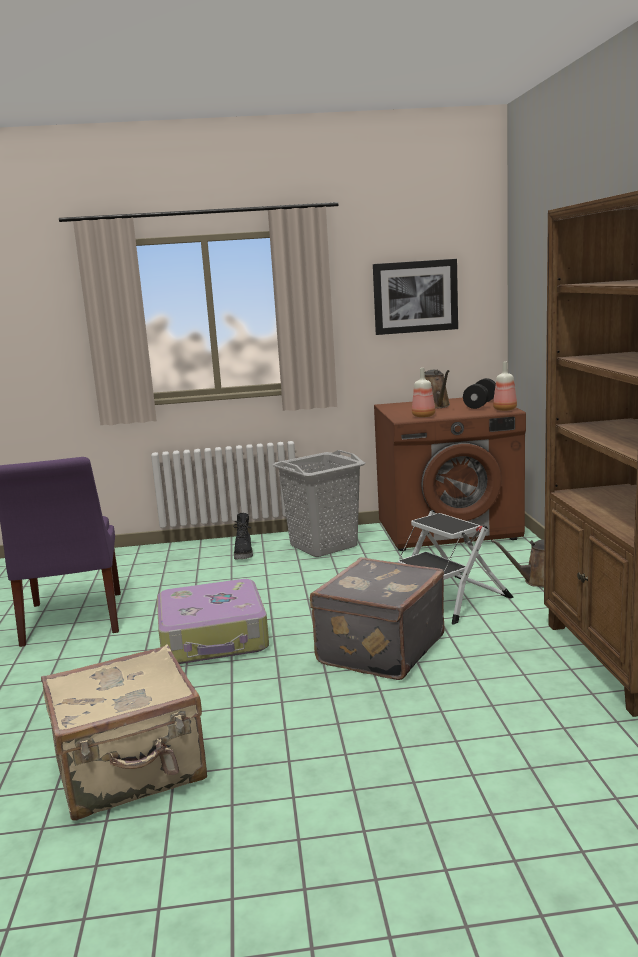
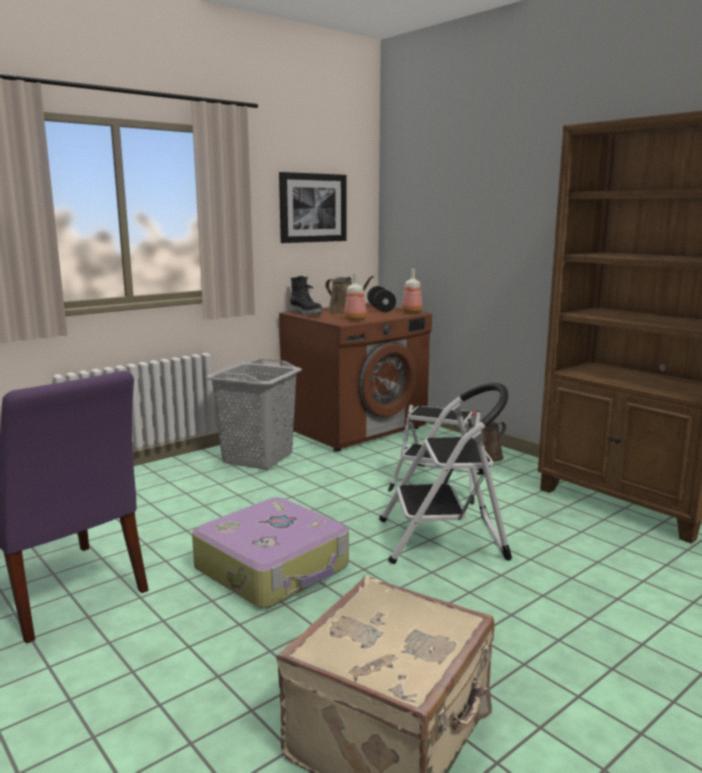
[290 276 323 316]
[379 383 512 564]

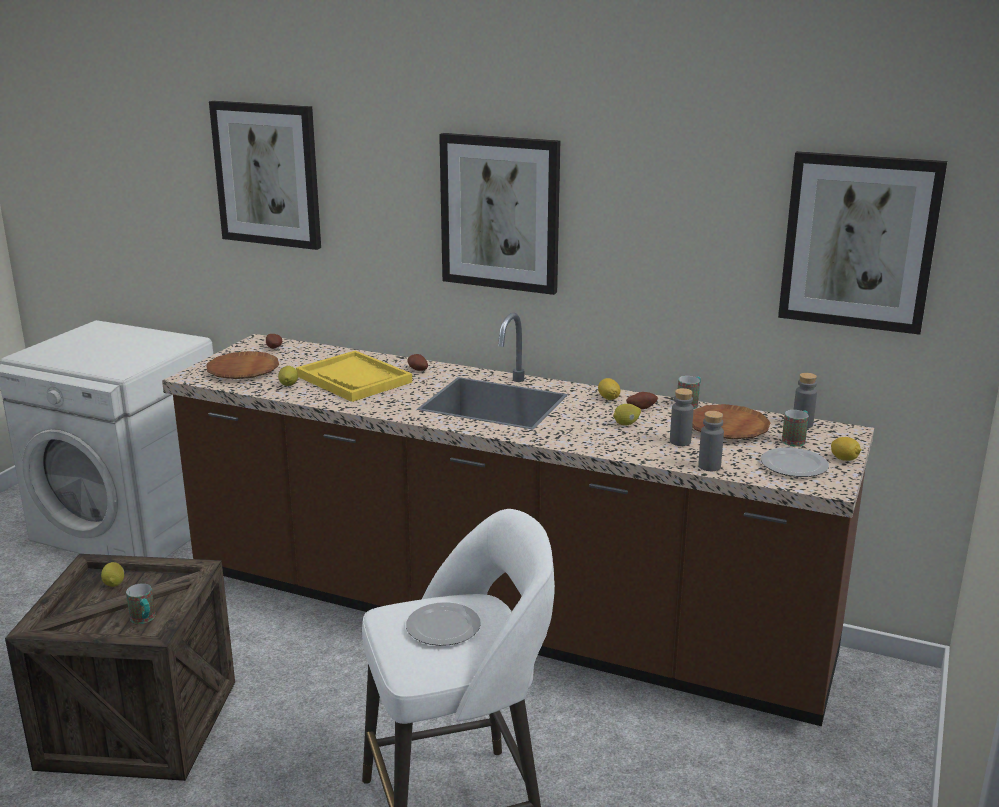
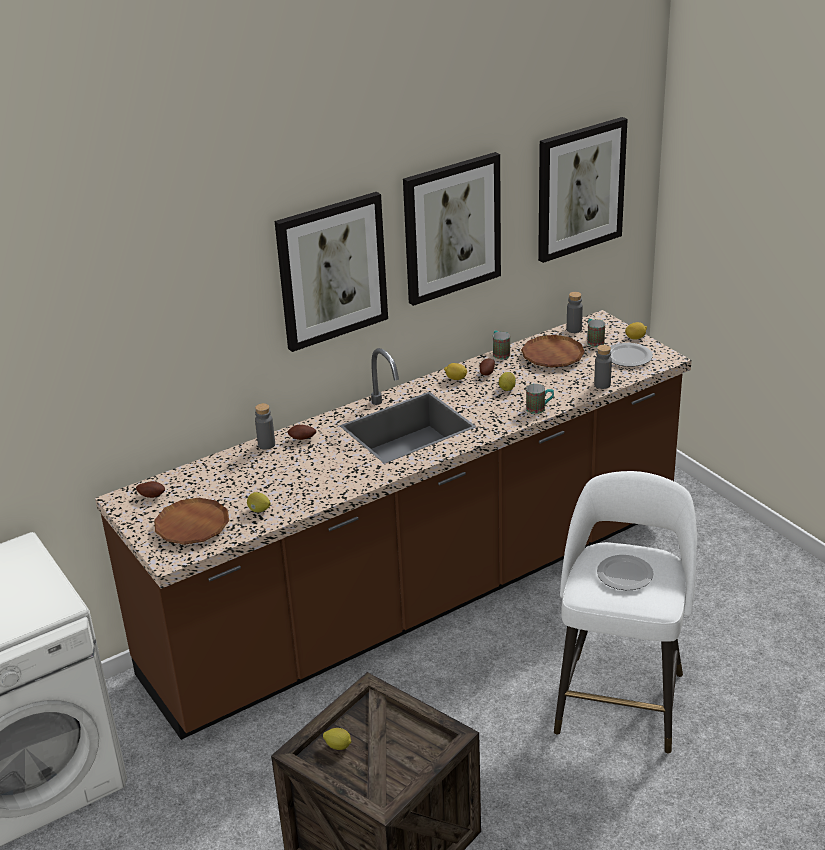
[255 403 275 450]
[403 152 501 306]
[526 384 554 414]
[296 351 412 402] (first image)

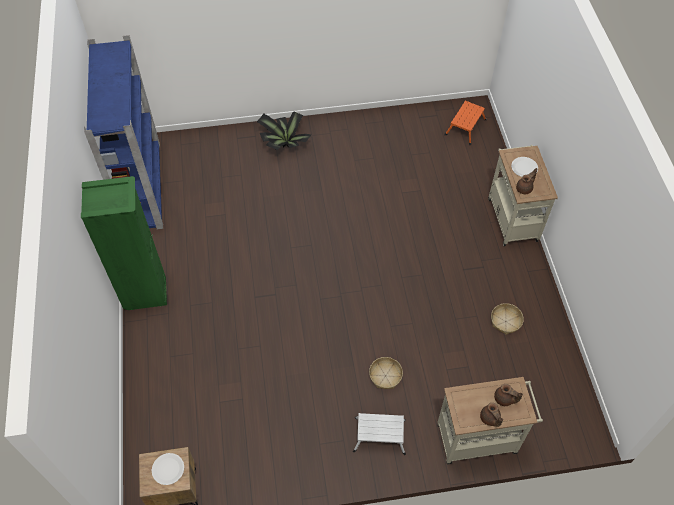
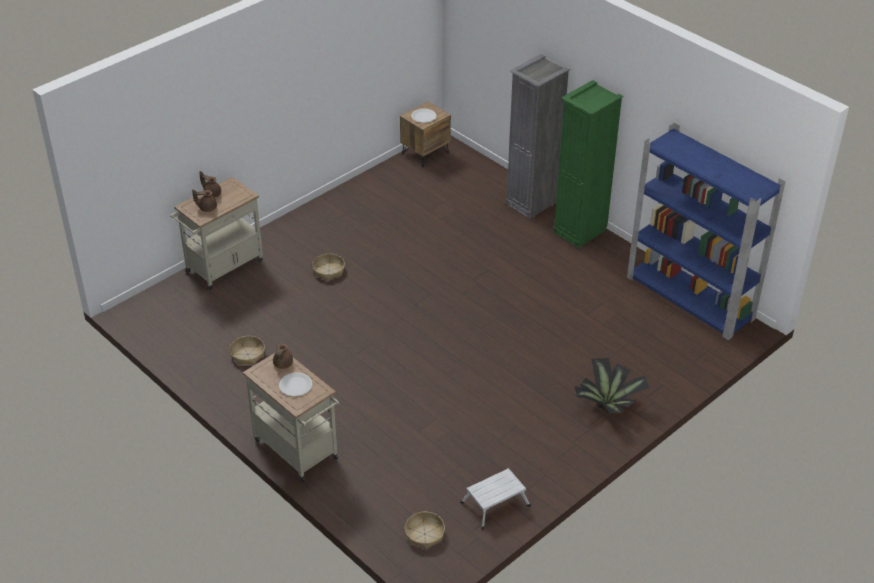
[405 512 445 549]
[460 468 531 530]
[506 54 570 218]

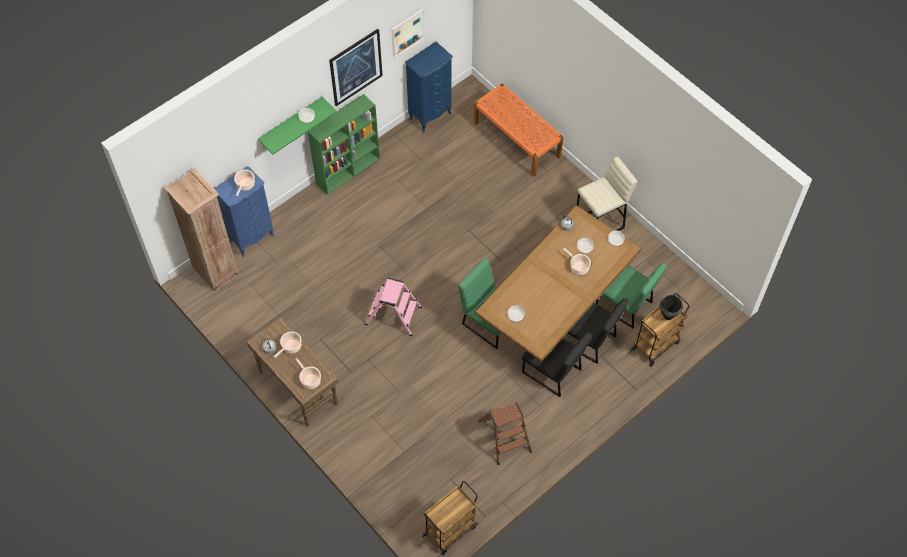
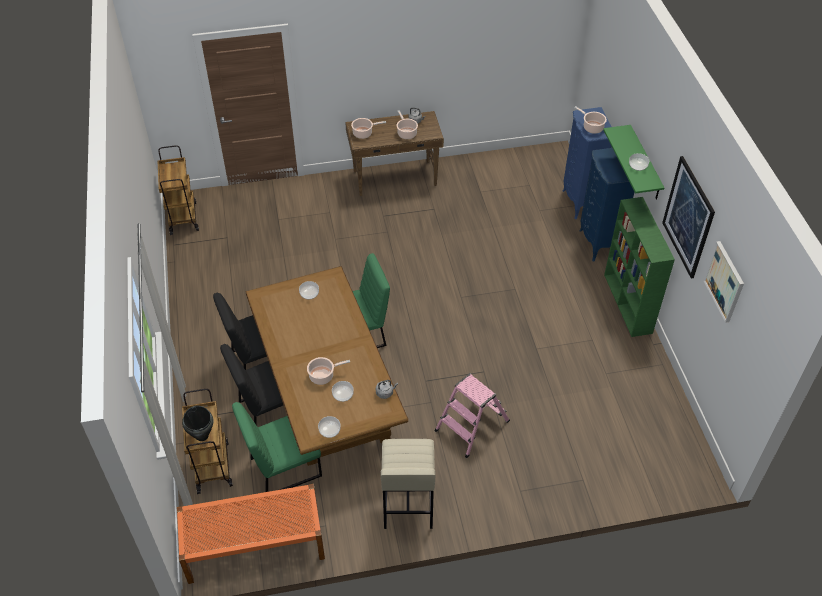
[177 484 325 584]
[435 373 510 458]
[579 148 634 261]
[164 168 239 292] (first image)
[477 402 532 465] (first image)

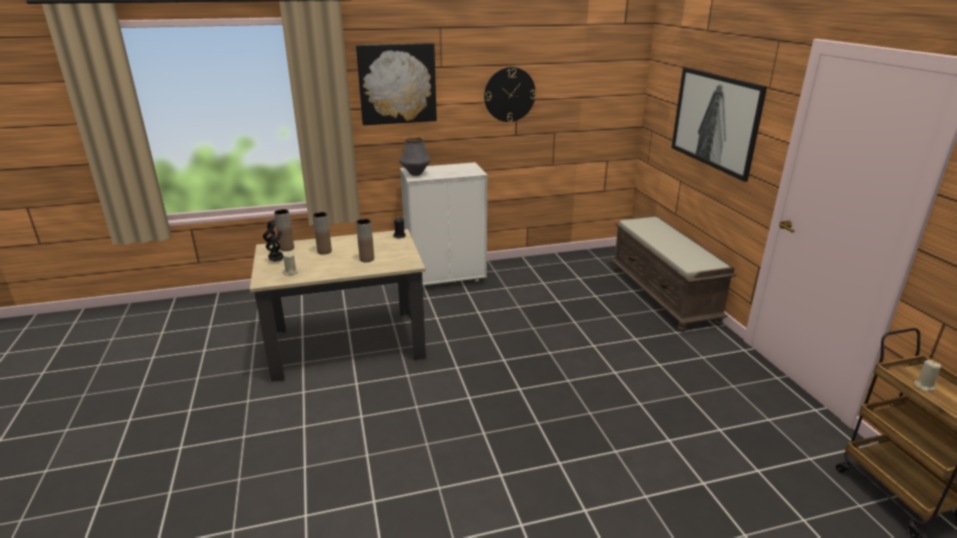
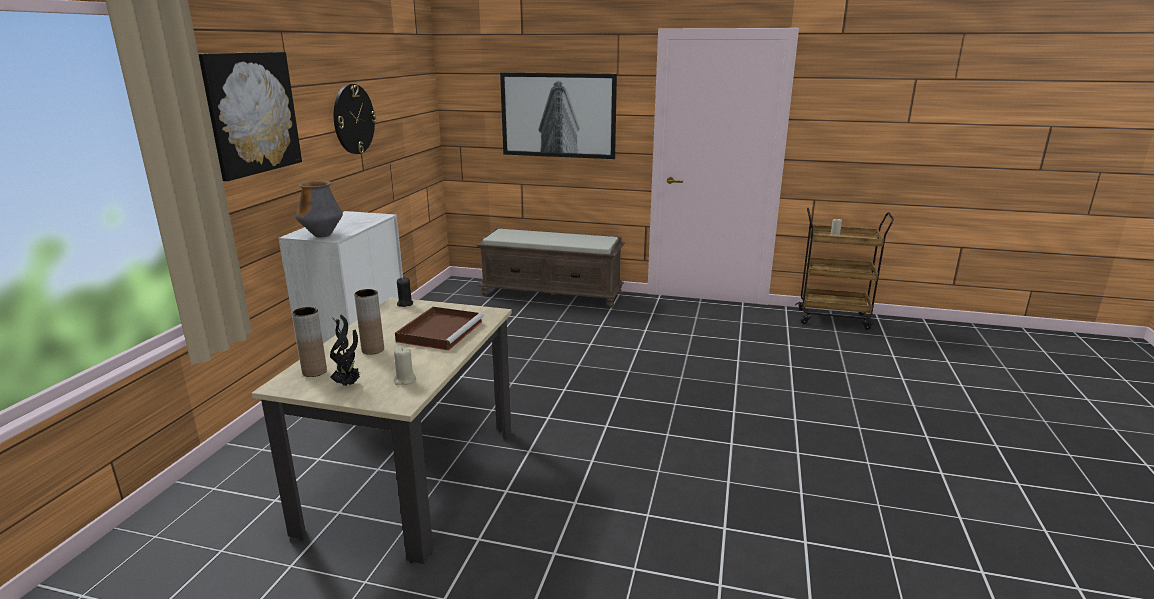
[395 307 484 350]

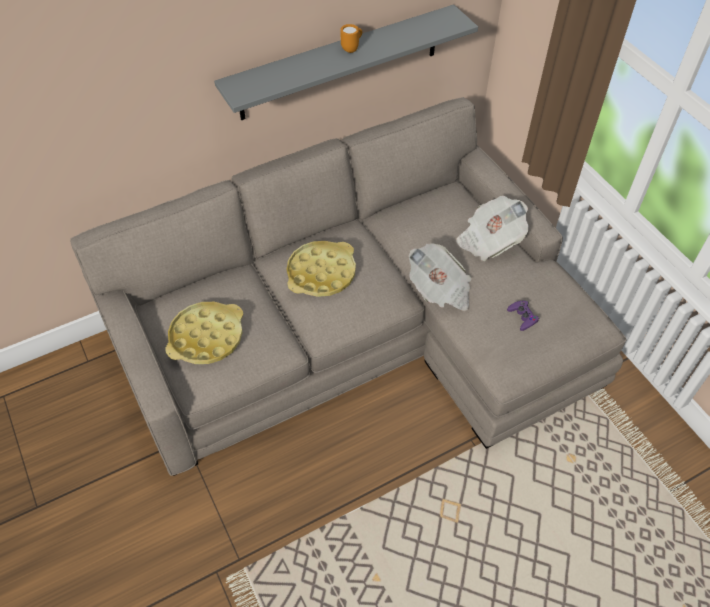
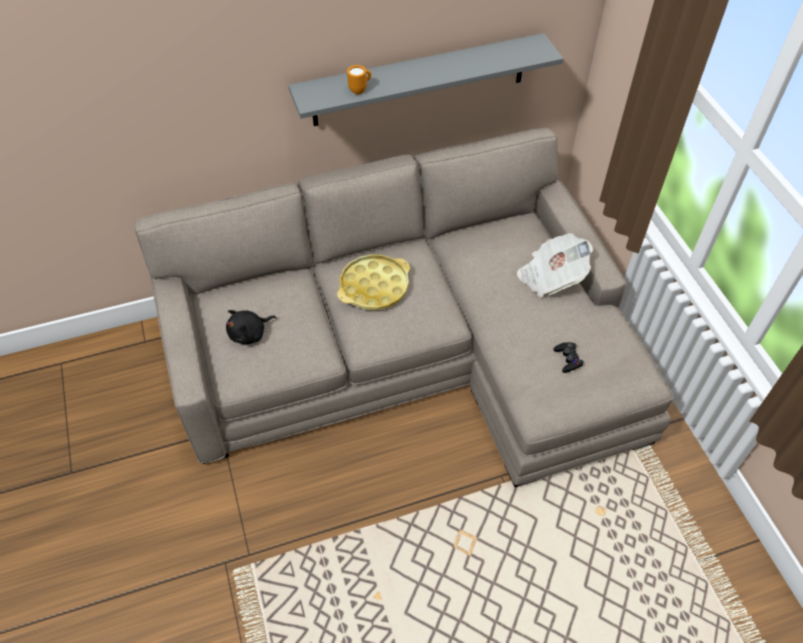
[226 310 277 344]
[347 65 371 94]
[553 342 584 373]
[409 243 471 311] (first image)

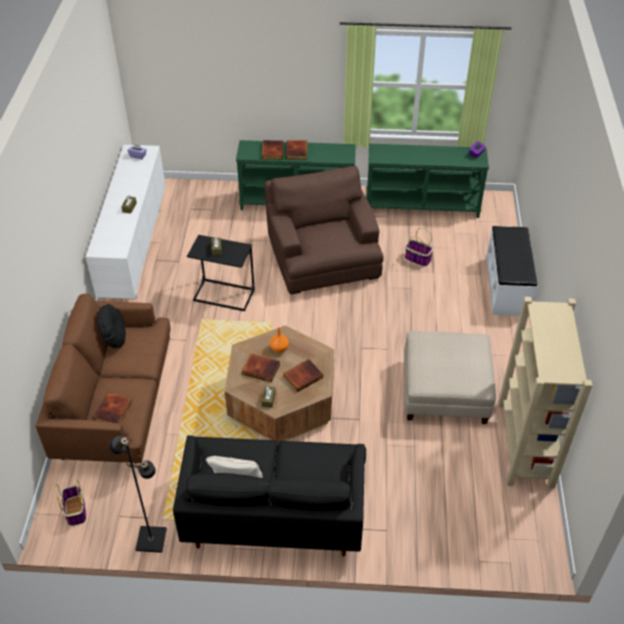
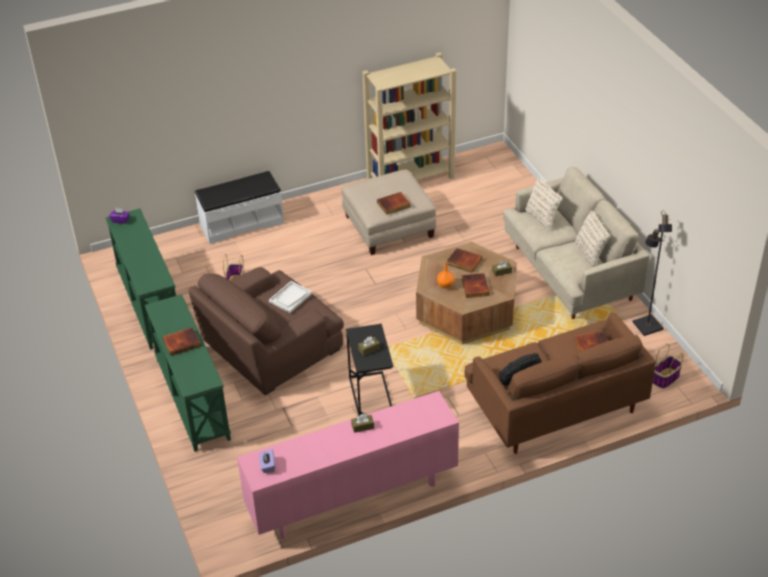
[237 391 459 539]
[269 281 312 313]
[377 192 411 215]
[503 167 650 319]
[525 178 563 230]

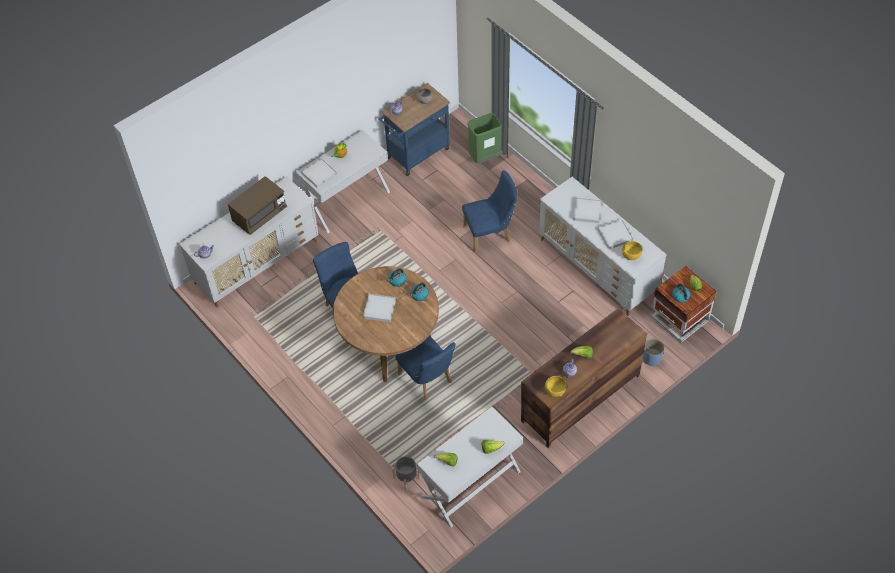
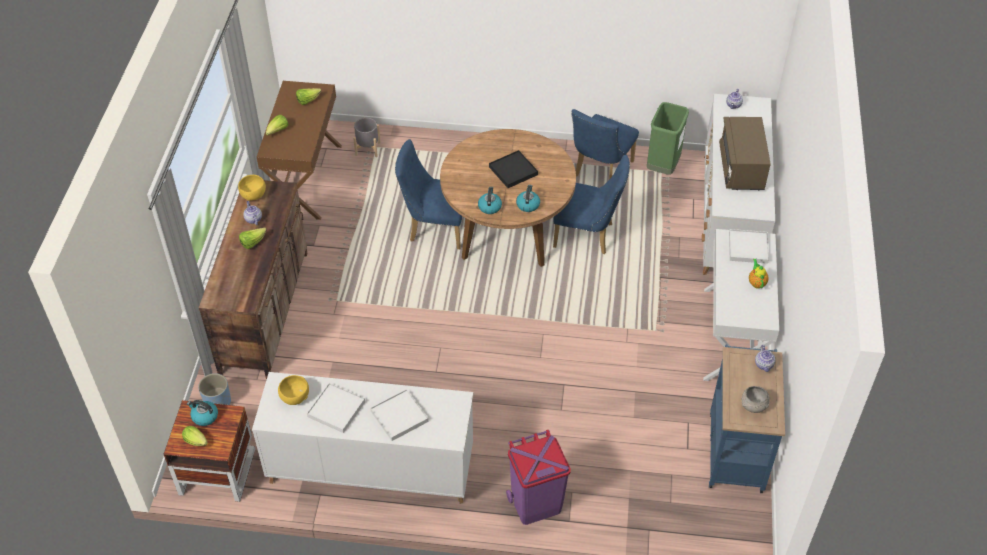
[257 81 342 220]
[489 150 538 188]
[506 430 571 525]
[571 109 639 180]
[647 102 689 175]

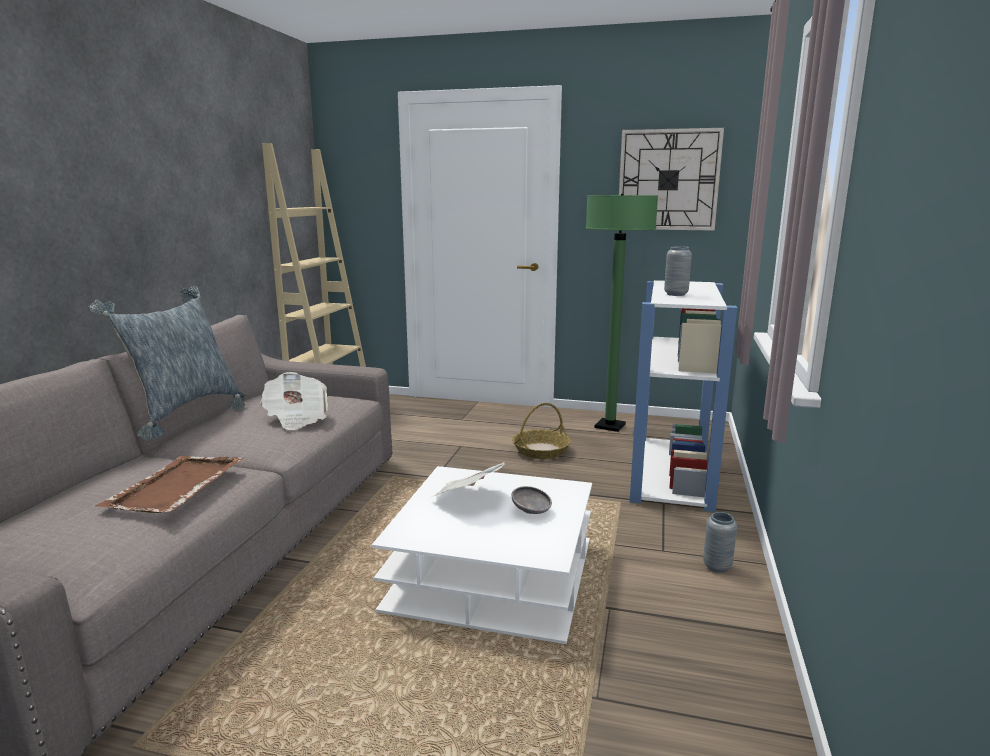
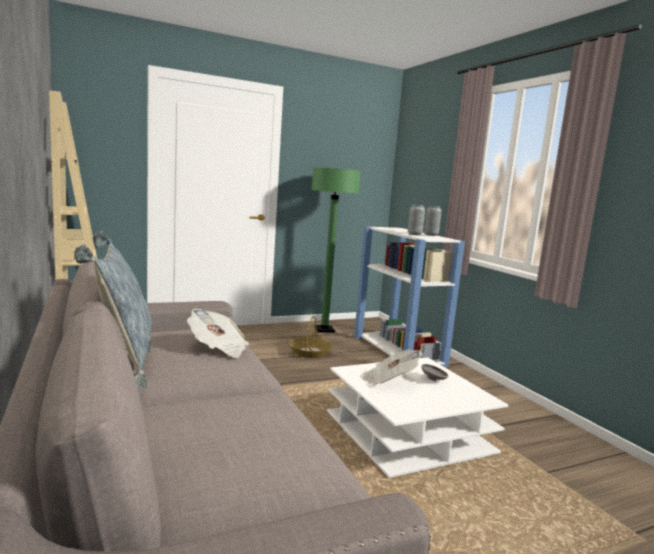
[424 206 442 236]
[96 456 243 513] (first image)
[619 128 724 231] (first image)

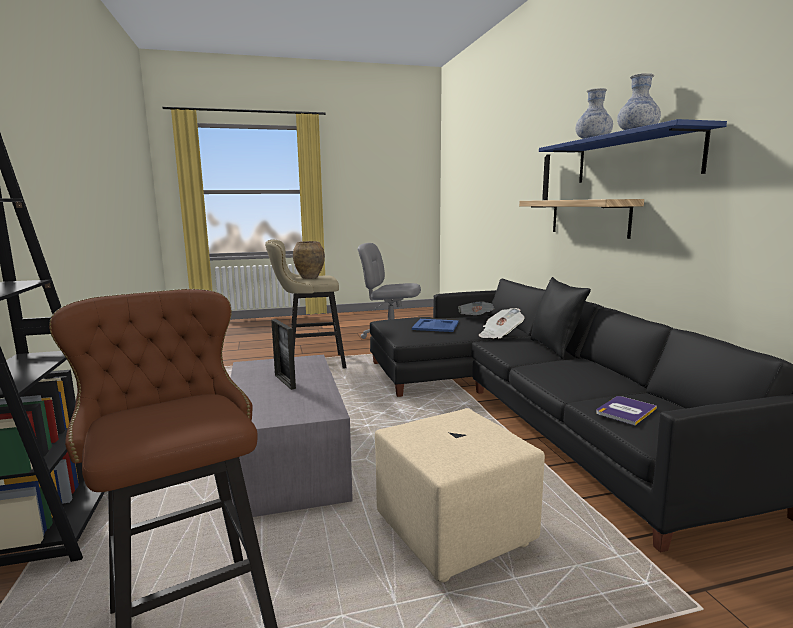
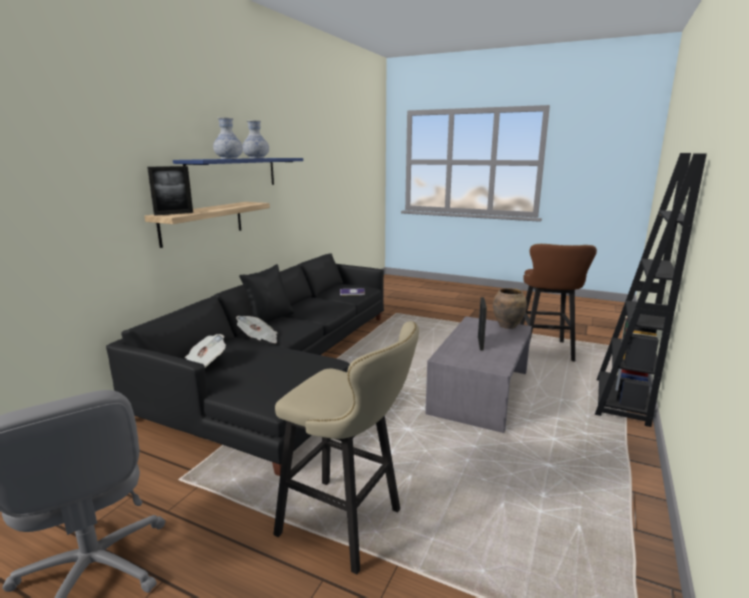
[493 288 527 329]
[375 408 545 582] (first image)
[412 319 459 332] (first image)

